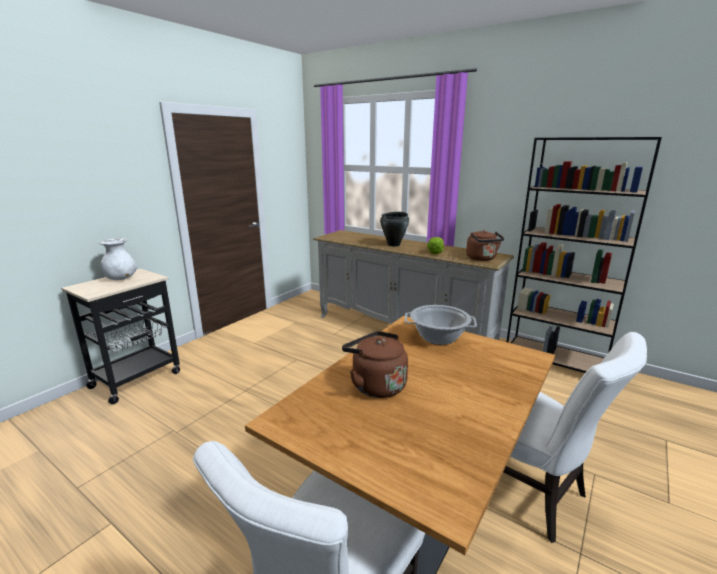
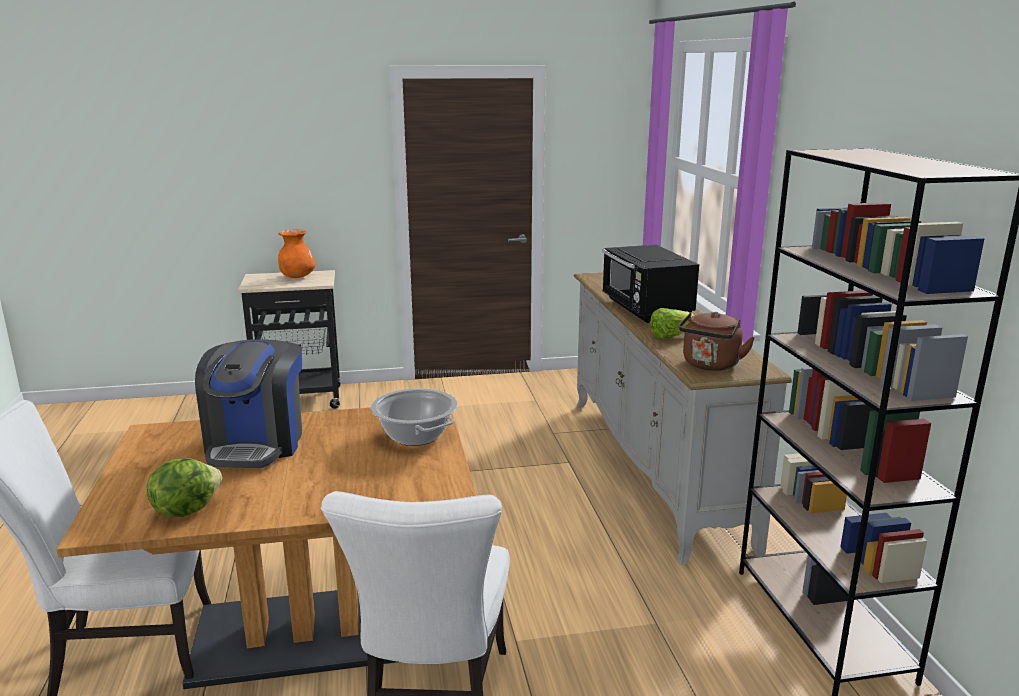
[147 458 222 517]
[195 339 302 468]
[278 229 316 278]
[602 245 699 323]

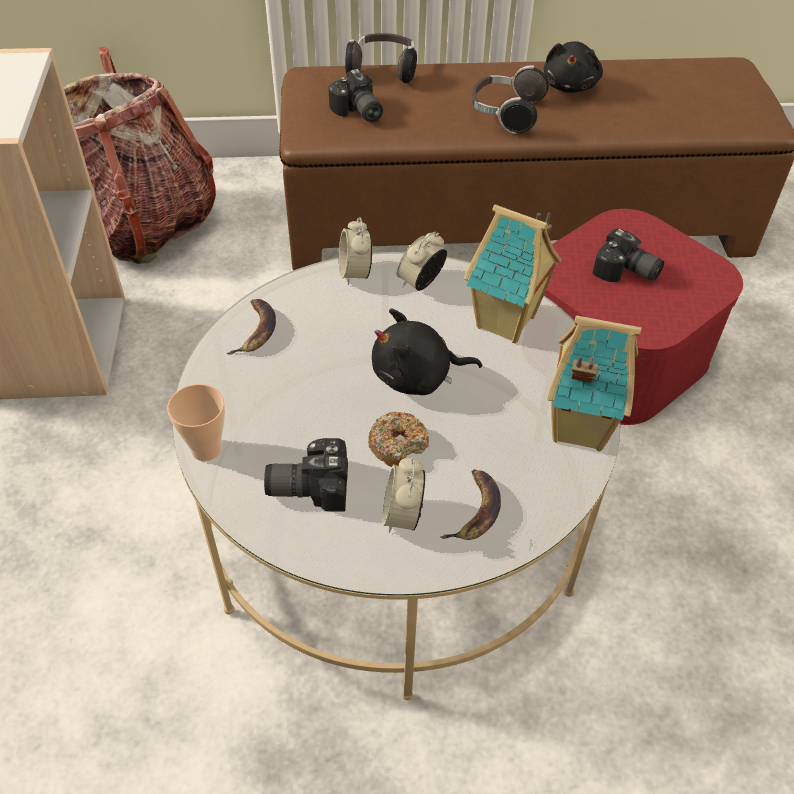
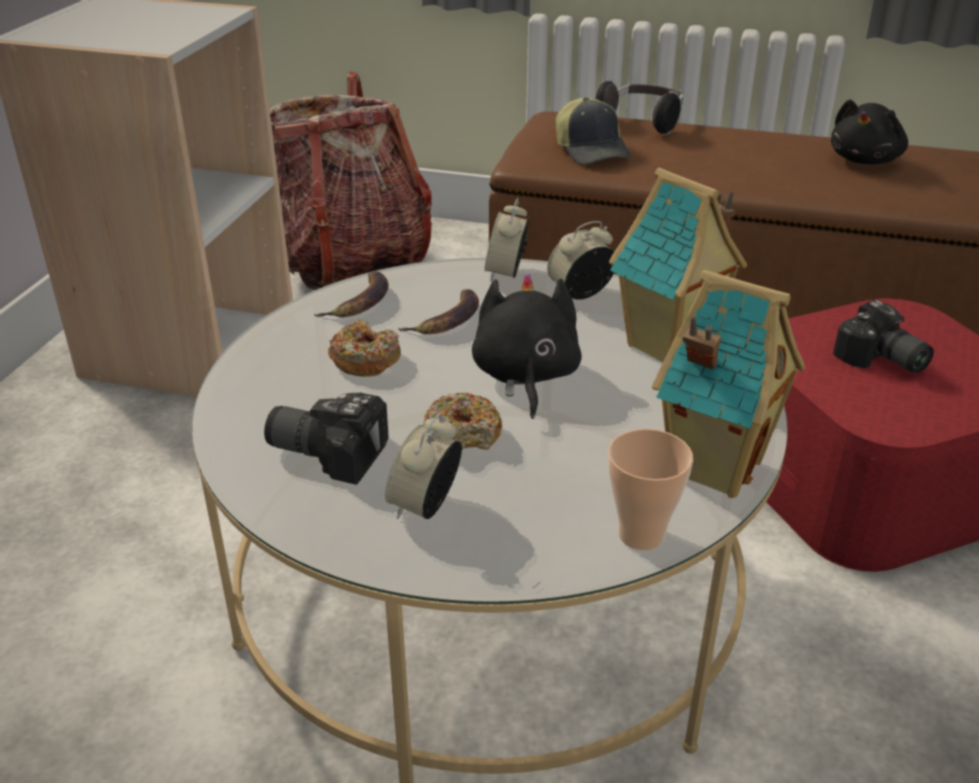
[328 321 401 377]
[398 289 479 334]
[472 273 582 419]
[555 97 630 165]
[608 429 693 550]
[472 65 549 134] (first image)

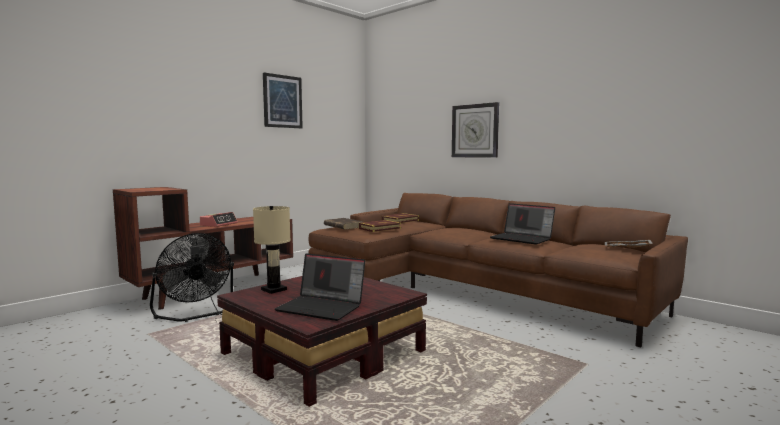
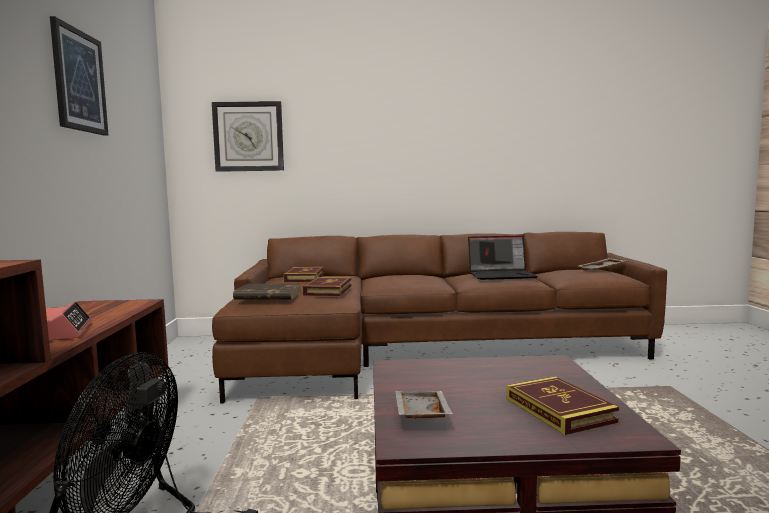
[212 101 284 172]
[395 391 453 419]
[507 377 619 435]

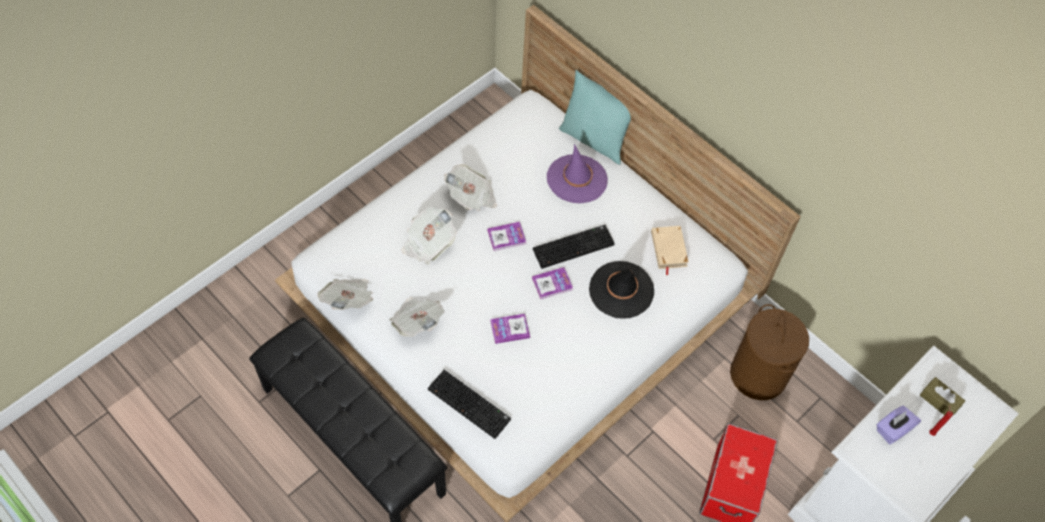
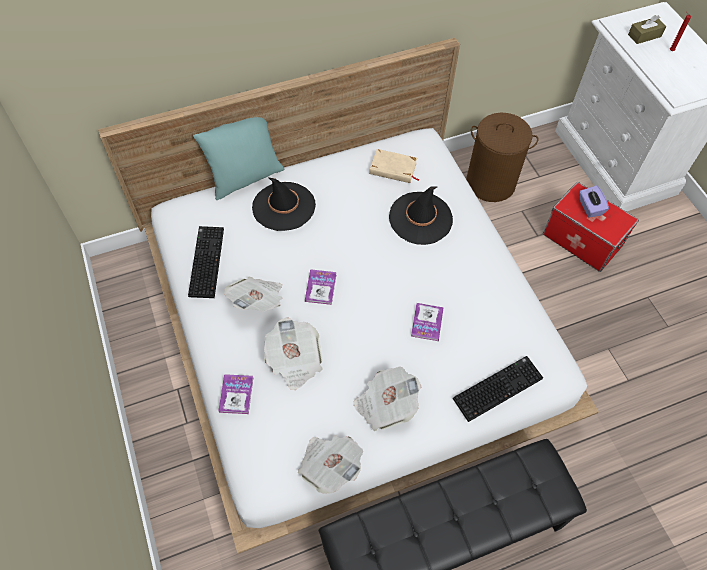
[188 226 224 298]
[218 374 254 414]
[252 178 316 231]
[580 185 609 218]

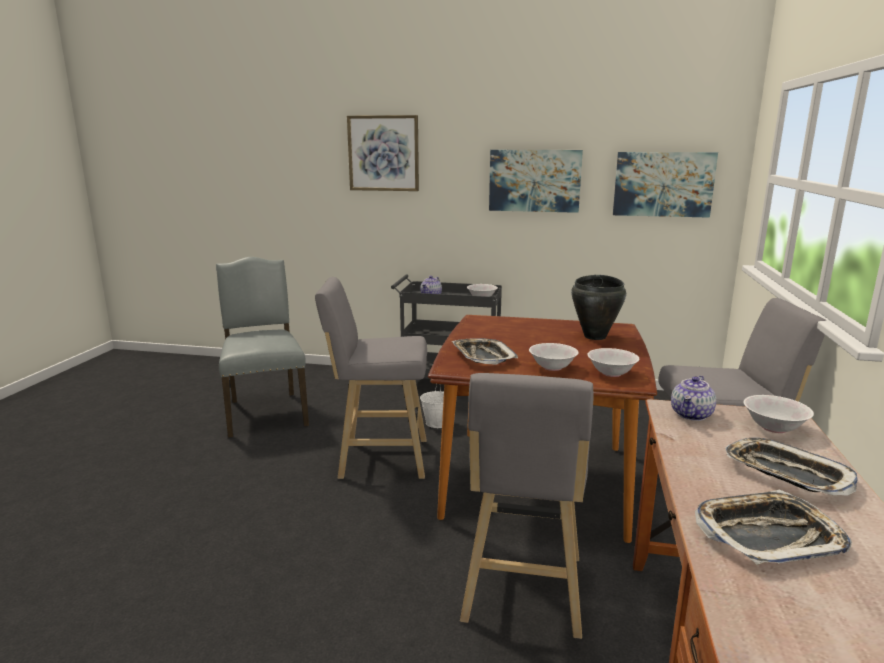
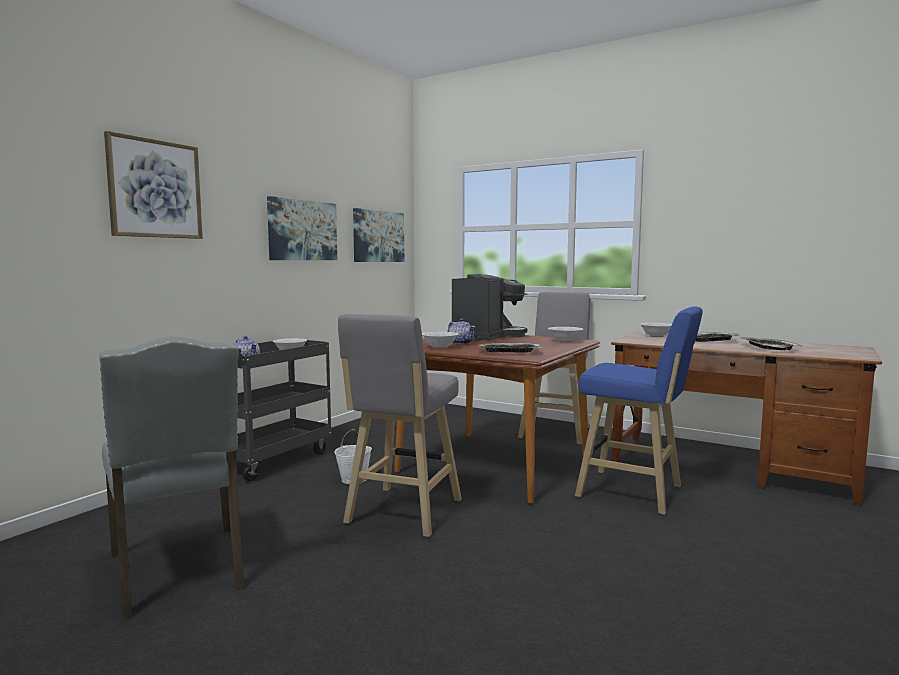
[99 336 245 619]
[422 332 459 349]
[447 274 528 341]
[448 318 475 344]
[575 306 703 515]

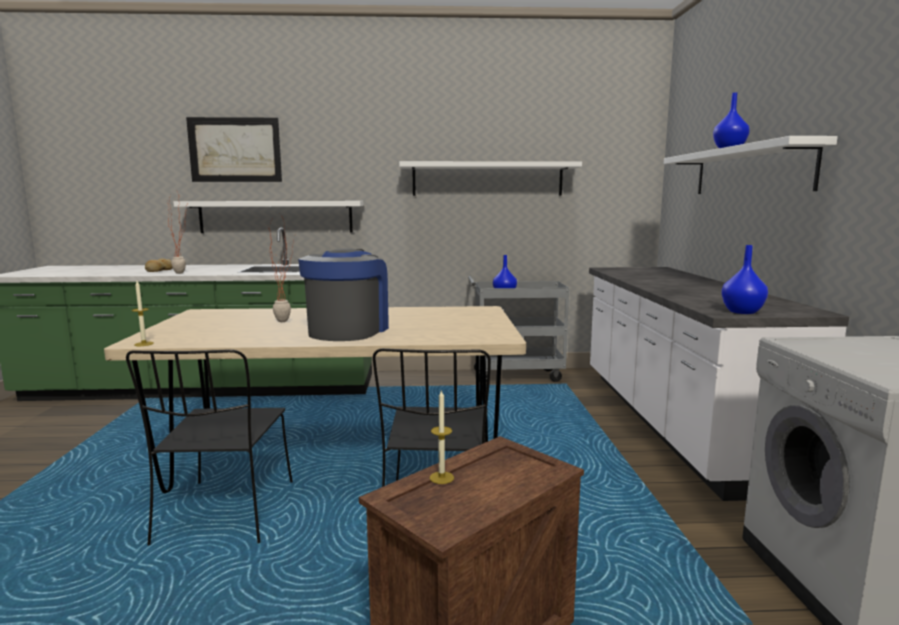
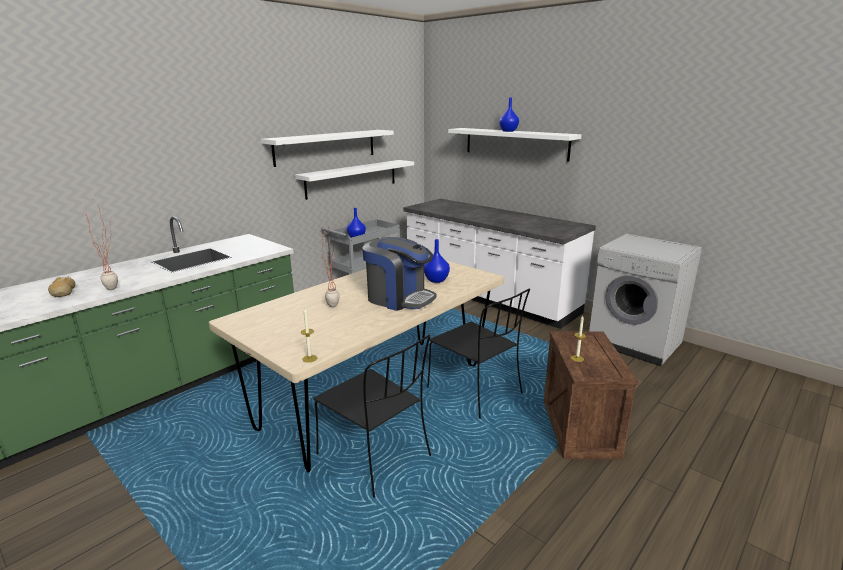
[295 160 414 200]
[362 237 437 311]
[424 239 450 283]
[186 117 282 182] (first image)

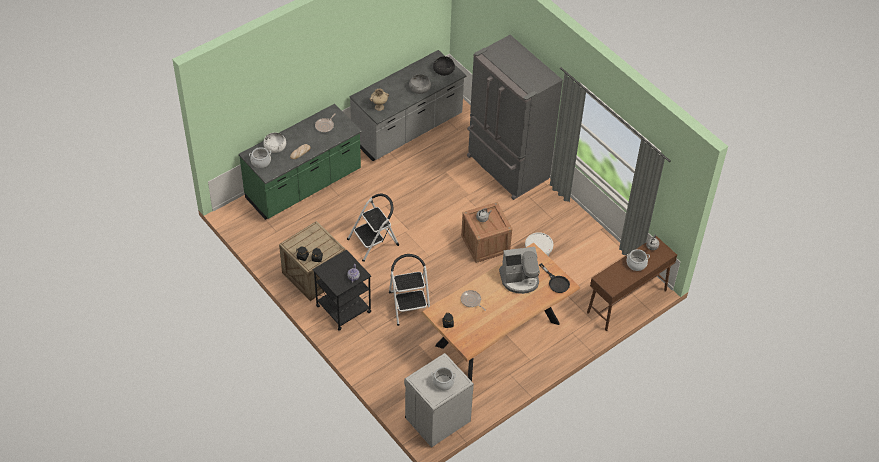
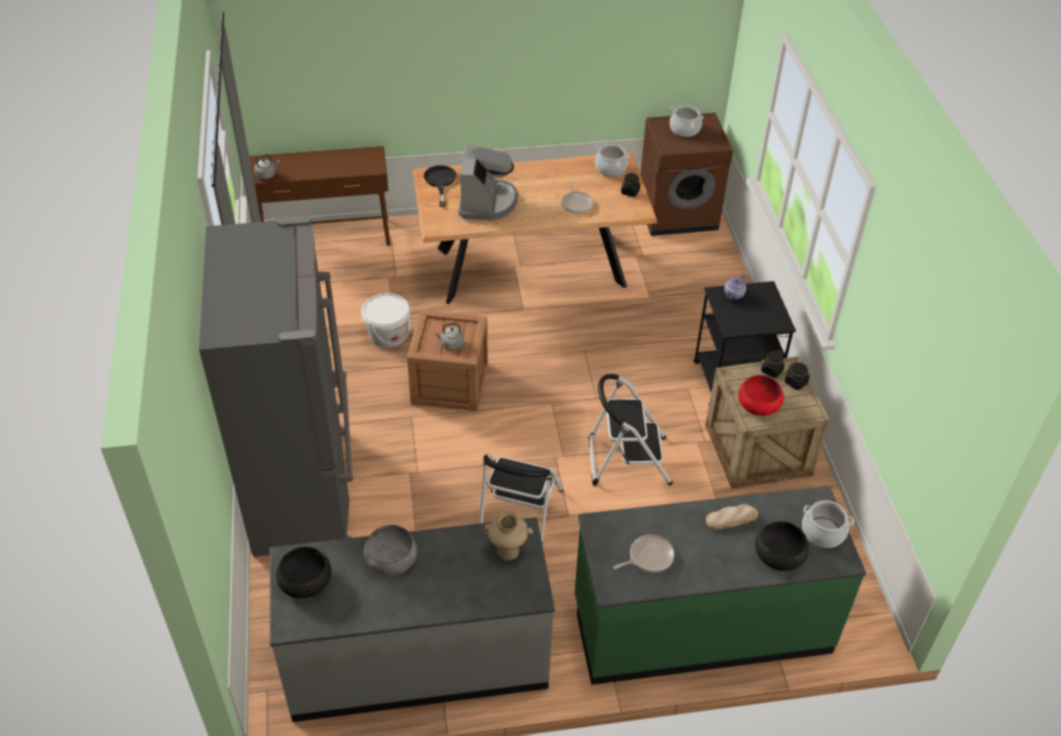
[459 144 518 221]
[479 453 563 544]
[595 144 630 177]
[640 113 733 236]
[738 375 784 416]
[755 521 809 571]

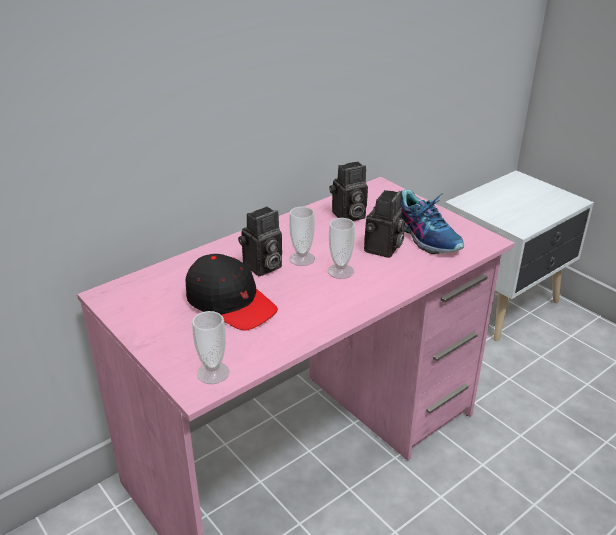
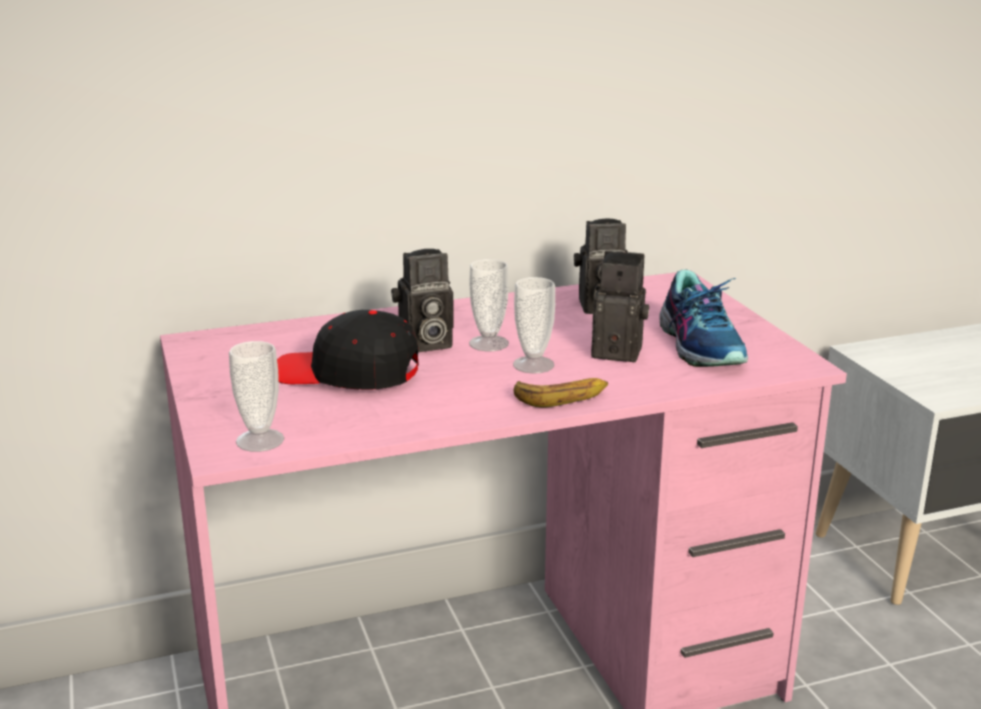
[277 310 419 390]
[513 378 608 407]
[591 251 649 362]

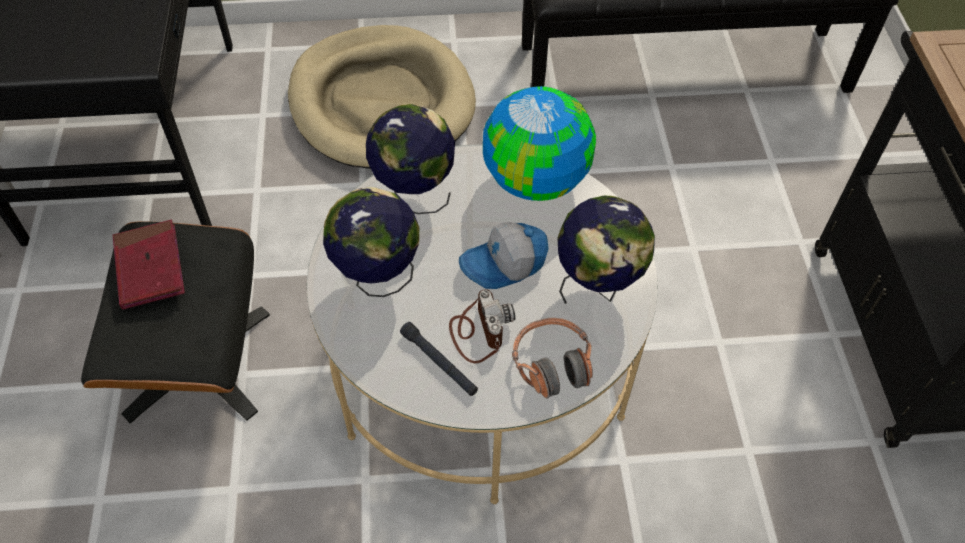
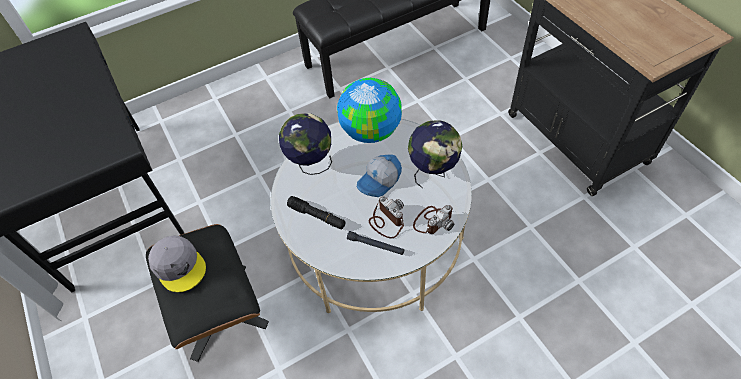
[148 236 206 292]
[287 196 346 229]
[413 205 454 234]
[288 25 476 169] (first image)

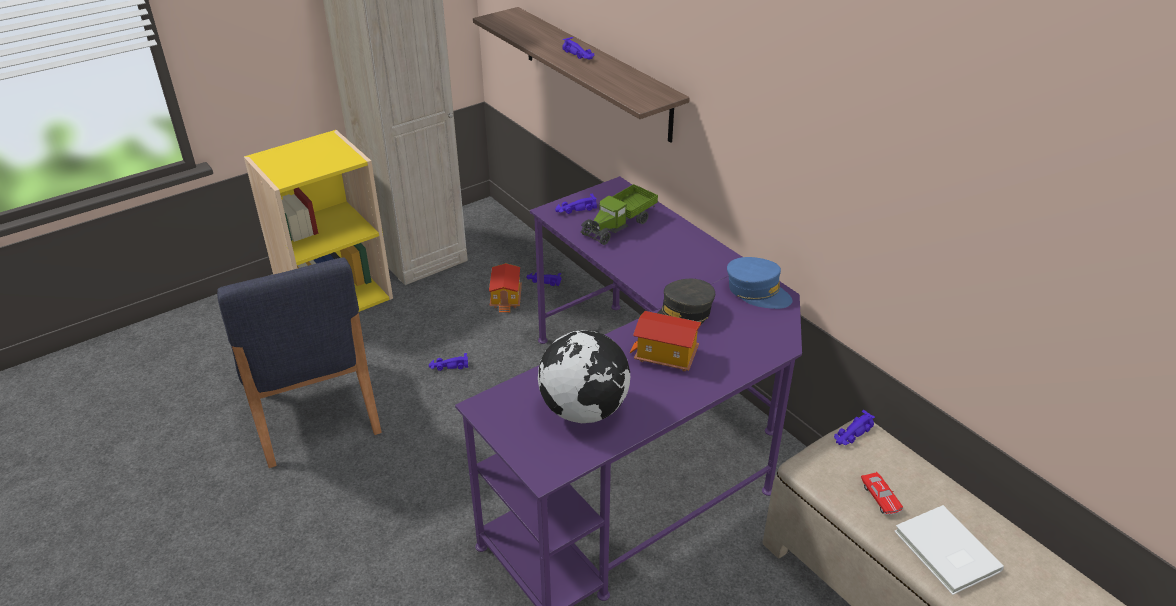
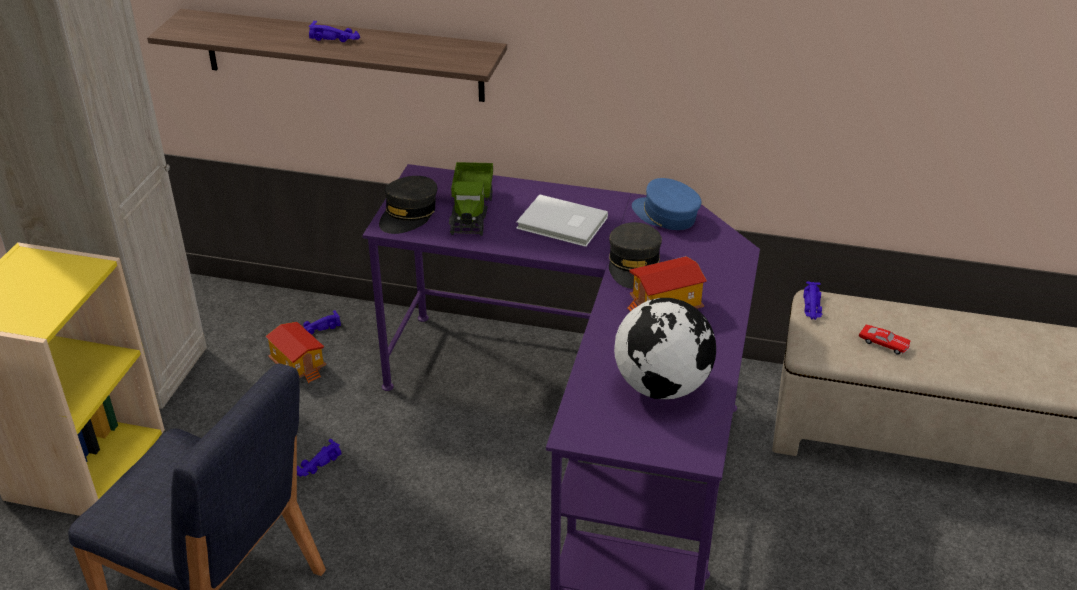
[379 176 437 234]
[516 194 608 247]
[632 178 701 230]

